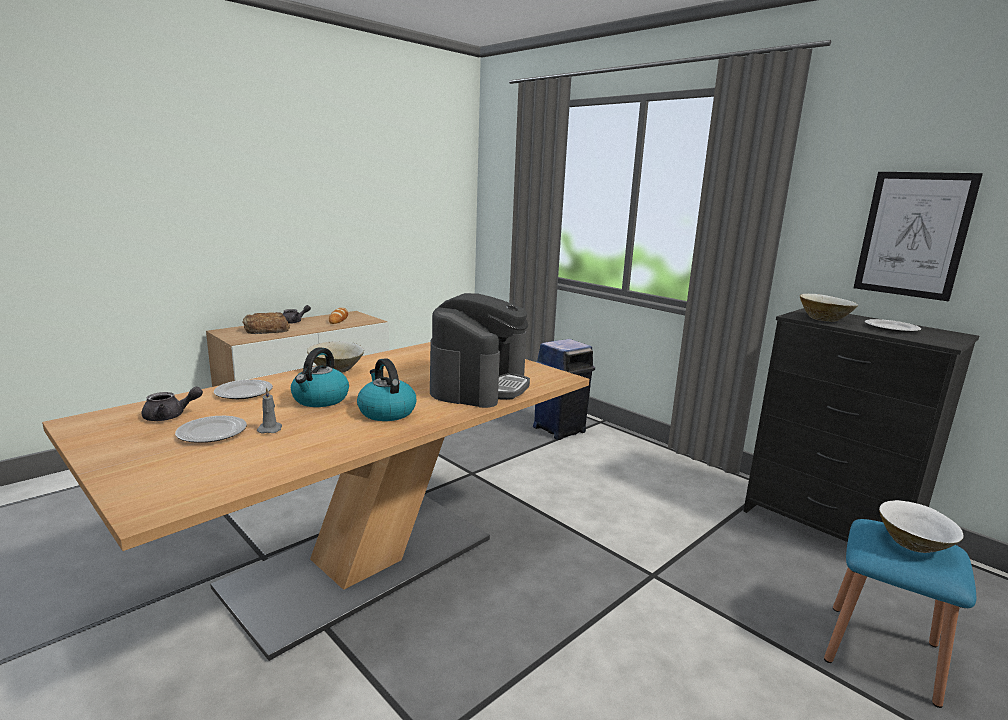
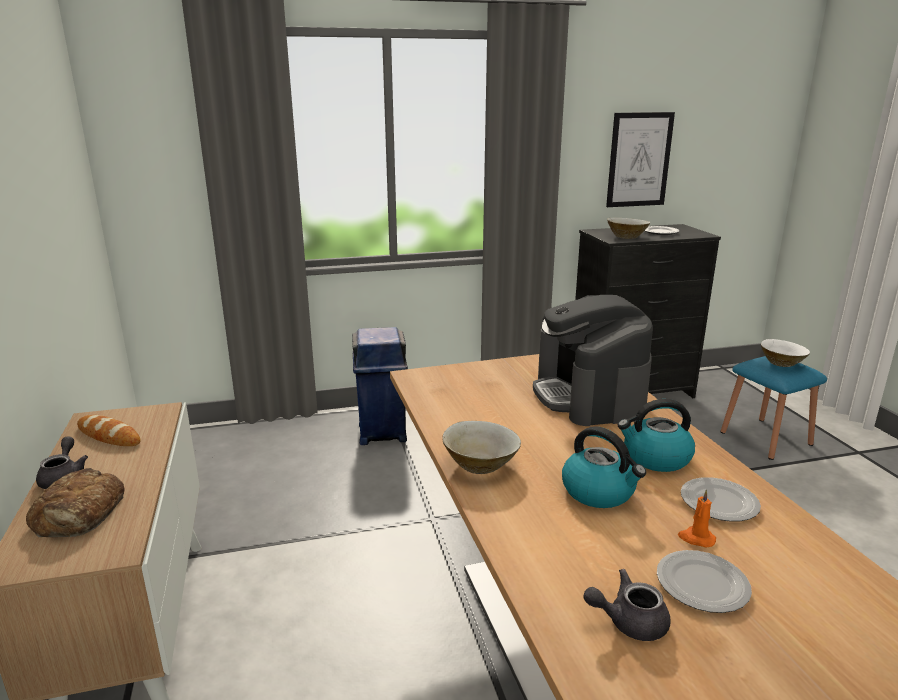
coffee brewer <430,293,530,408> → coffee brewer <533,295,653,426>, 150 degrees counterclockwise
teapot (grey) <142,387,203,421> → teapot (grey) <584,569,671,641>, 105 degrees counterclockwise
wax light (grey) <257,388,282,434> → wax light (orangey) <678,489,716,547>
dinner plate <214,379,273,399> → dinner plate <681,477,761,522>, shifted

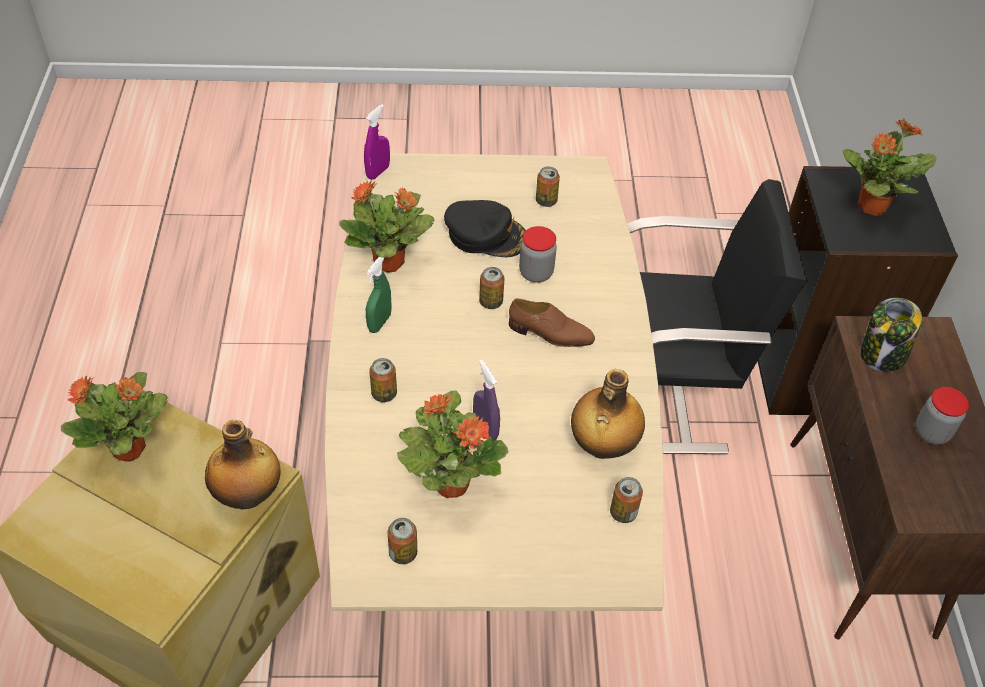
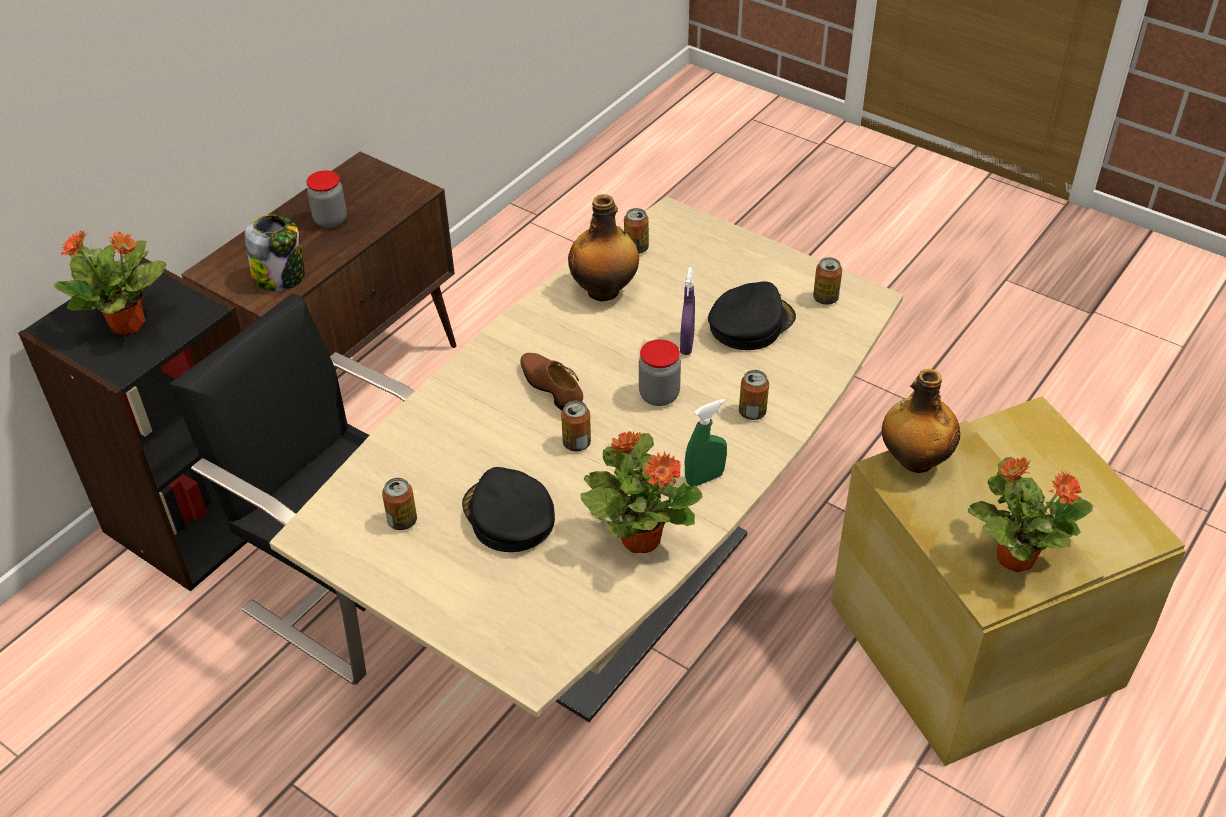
preserve jar <519,226,557,283> → preserve jar <639,339,681,406>, shifted
potted plant <397,391,508,498> → peaked cap (blackish) <708,281,796,350>
hand sprayer (purplish) <364,104,390,180> → -

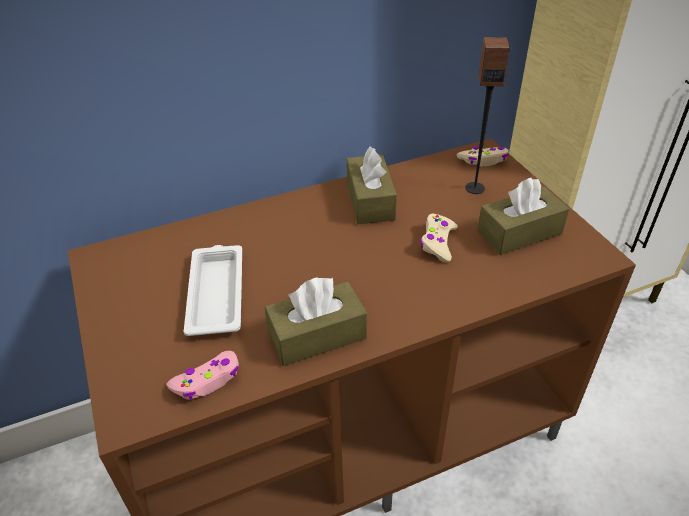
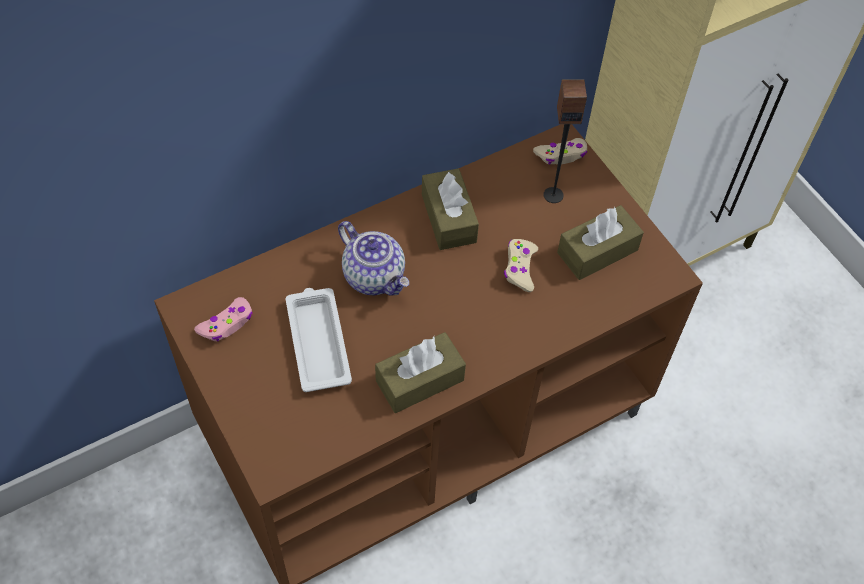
joypad (pink) <166,351,239,400> → joypad (pink) <194,297,253,342>, shifted
- → teapot <338,221,409,296>

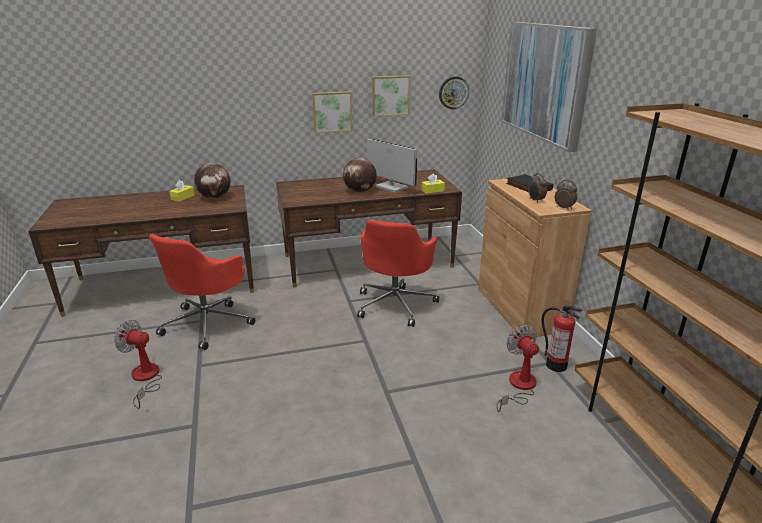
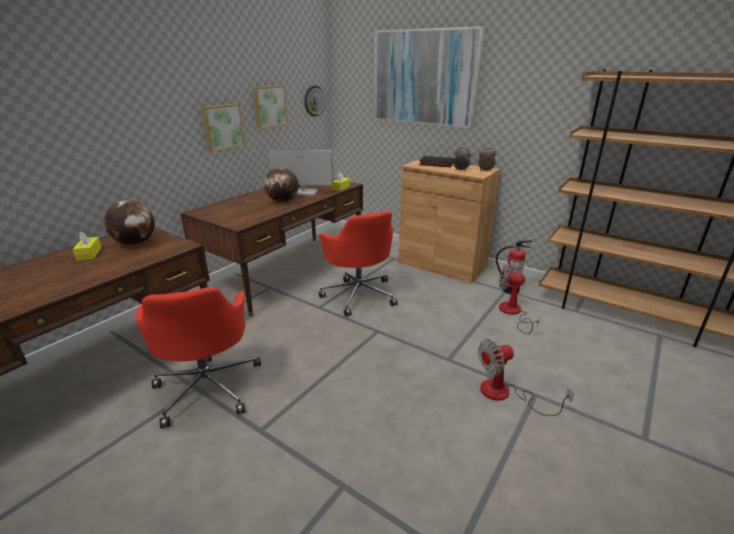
electric fan <114,320,162,409> → electric fan <478,339,574,416>, shifted

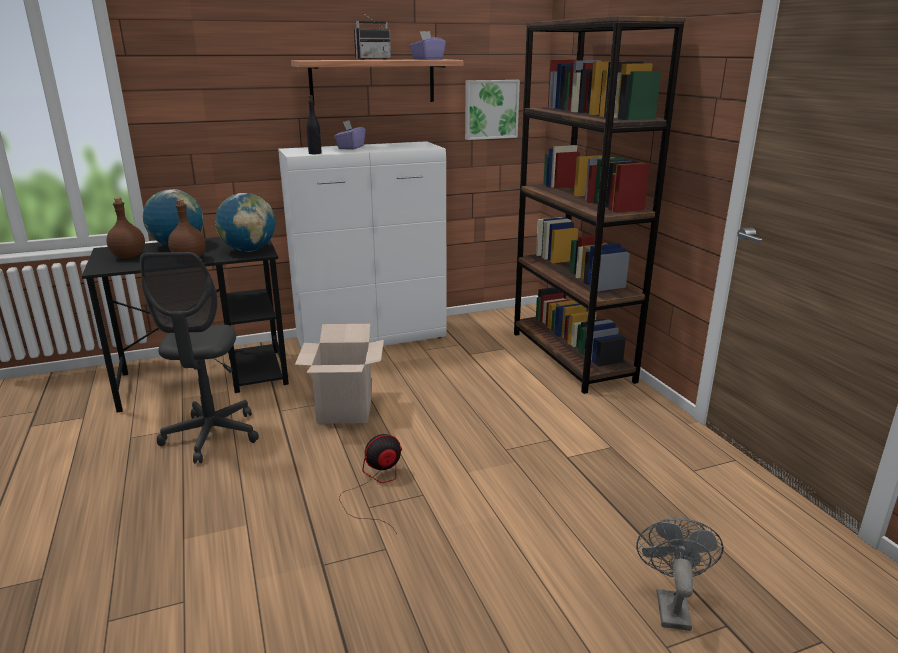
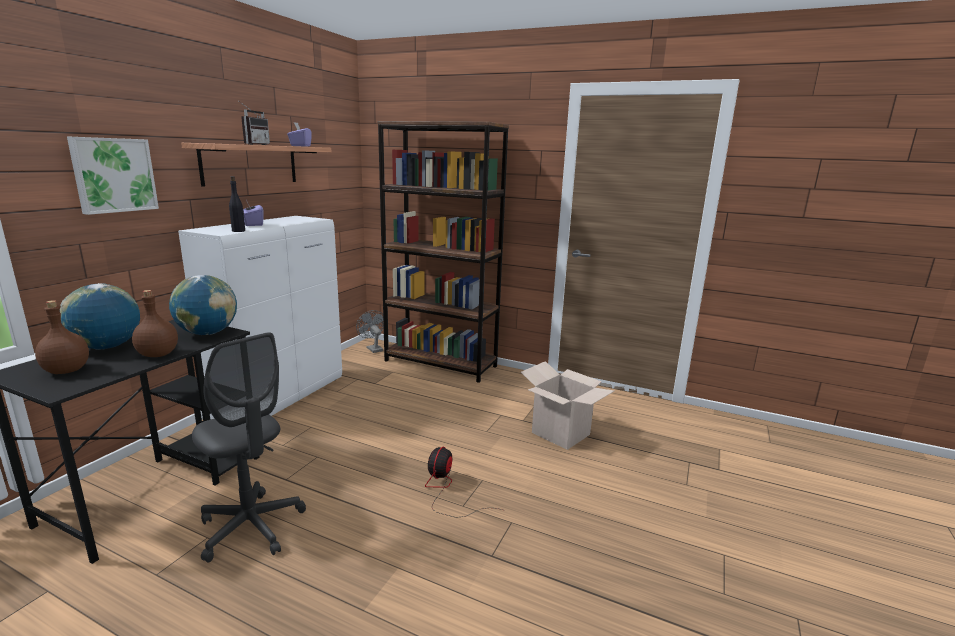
picture <465,80,520,140> → picture <67,137,159,215>, shifted
electric fan (grey) <636,517,724,631> → electric fan (grey) <356,310,384,353>, shifted
carton <295,324,384,424> → carton <521,361,614,450>, shifted

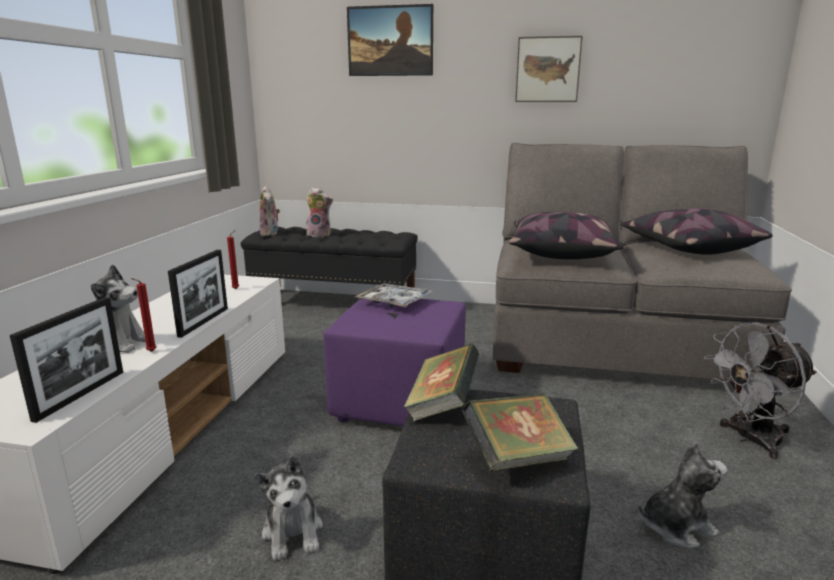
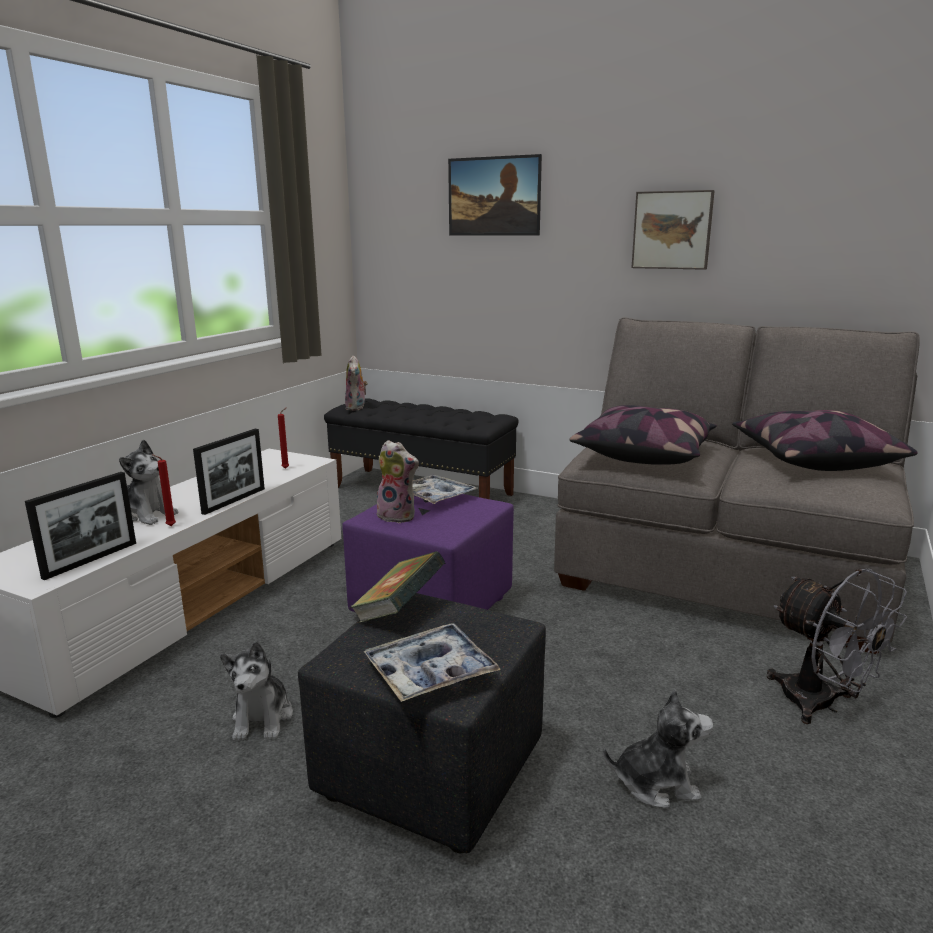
bound book <462,393,578,472> → carrying tray <363,623,501,702>
soft toy <306,187,333,237> → soft toy <377,440,419,523>, shifted
electric fan (grey) <704,322,817,459> → electric fan (grey) <767,569,907,724>, 120 degrees counterclockwise

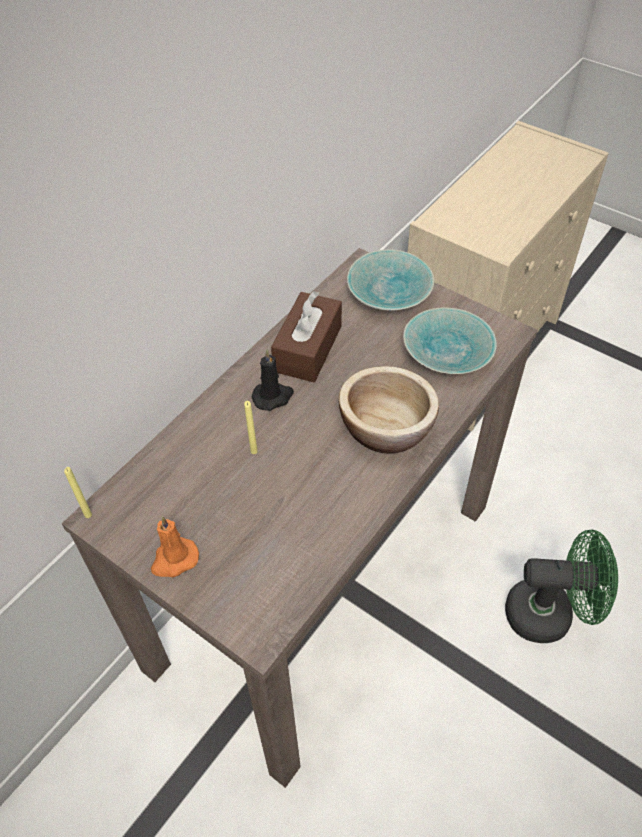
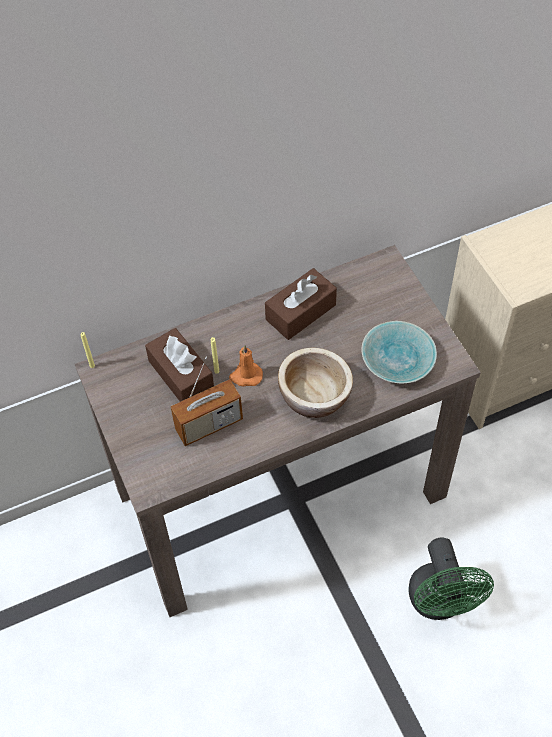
- → box of tissues (brown) <145,328,214,402>
- → radio set <170,357,243,446>
wax light (orangey) <151,516,199,577> → wax light (orangey) <229,345,263,387>, shifted
electric fan (green) <505,529,618,643> → electric fan (green) <409,537,494,620>, 45 degrees clockwise
wax light (blackish) <252,350,294,411> → -
deep dish (blue-green) <347,249,434,311> → -

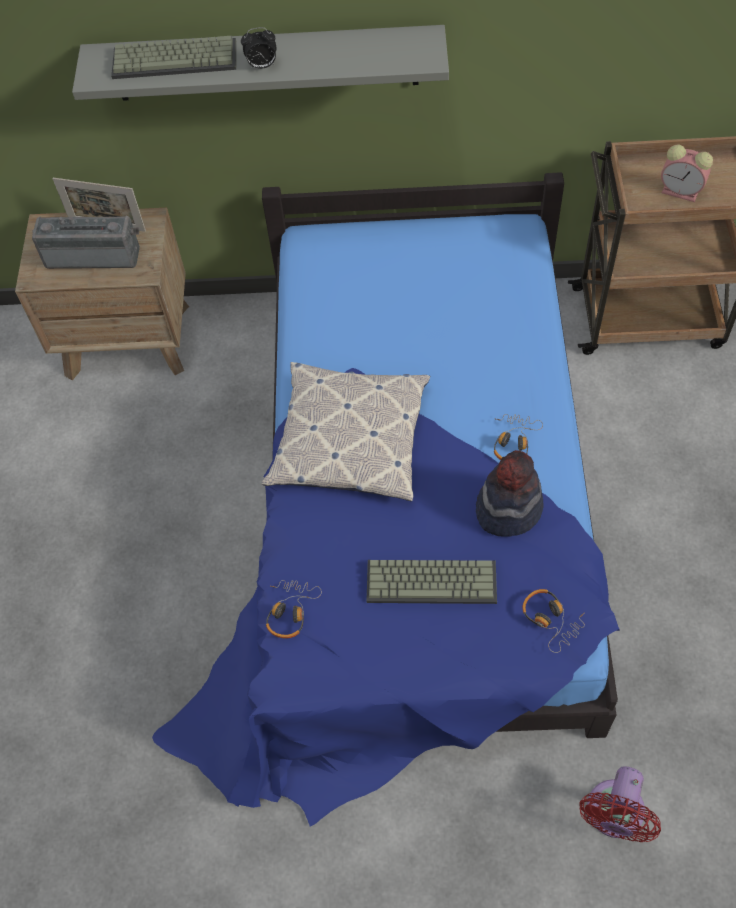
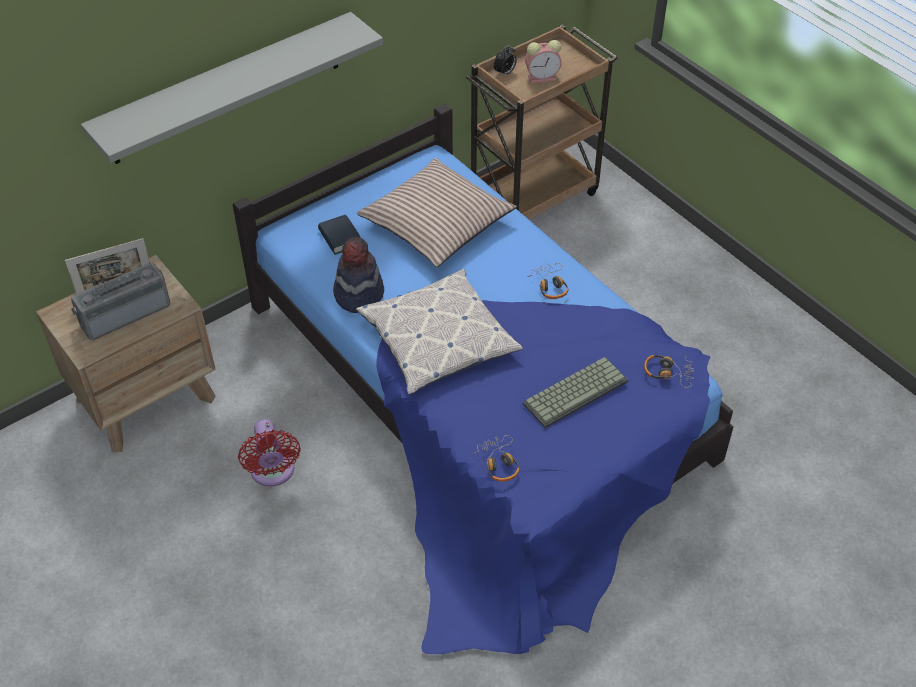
electric fan (reddish) <579,766,661,842> → electric fan (reddish) <238,419,301,487>, shifted
- → bound book <318,215,361,255>
wearable hat <476,450,544,537> → wearable hat <333,237,384,313>, shifted
- → pillow <357,158,517,267>
table clock <241,27,276,69> → table clock <494,45,517,77>, shifted
computer keyboard <111,36,236,79> → -

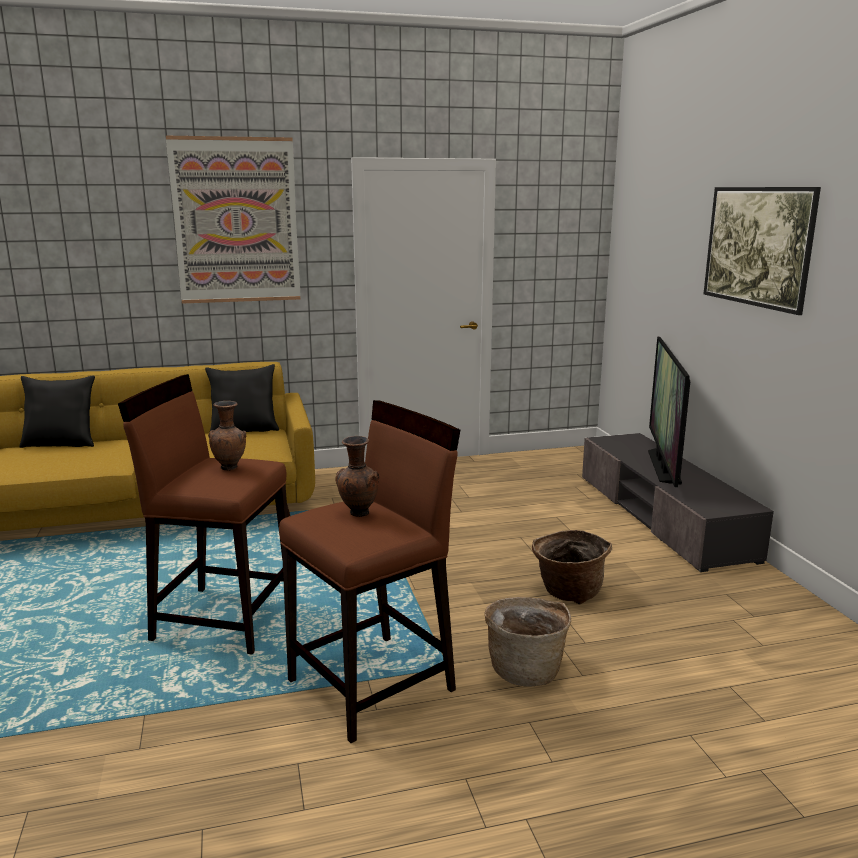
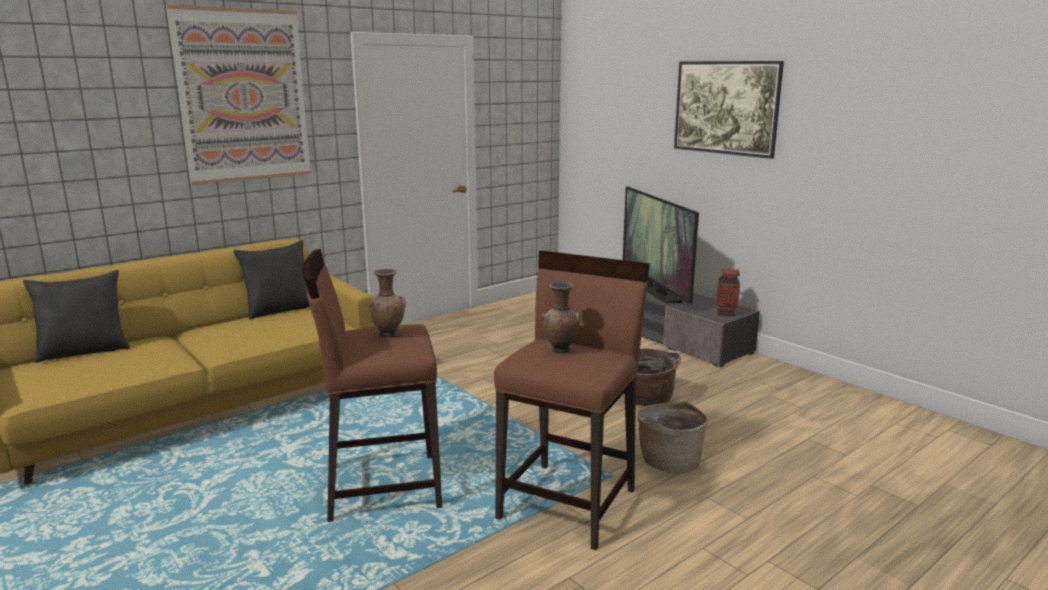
- → flower vase <716,269,740,316>

